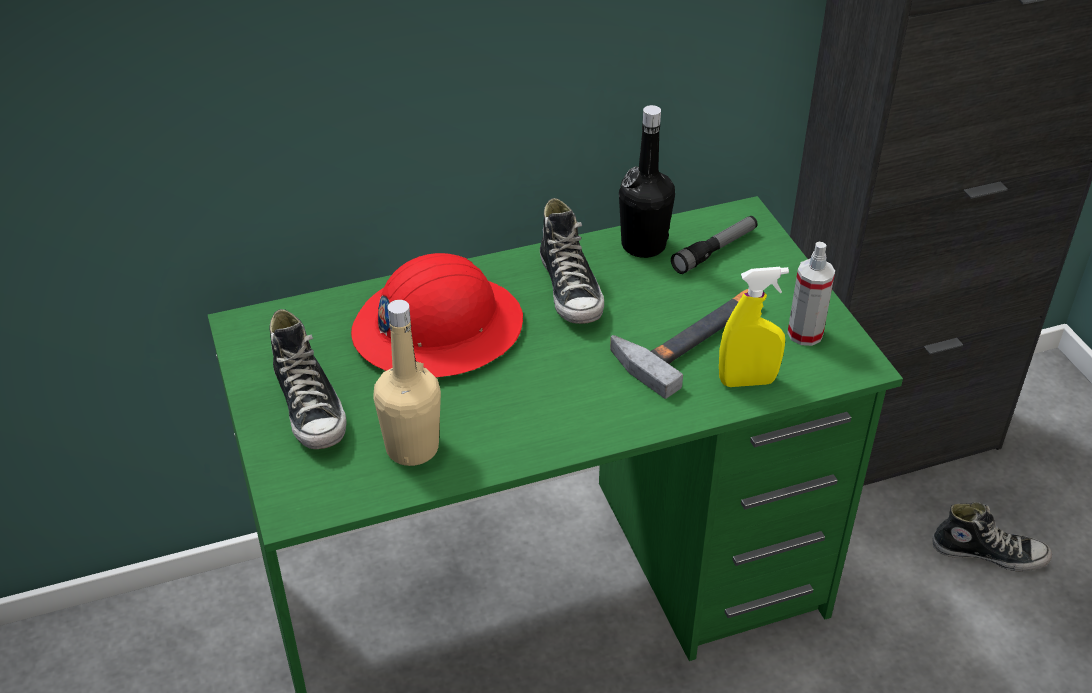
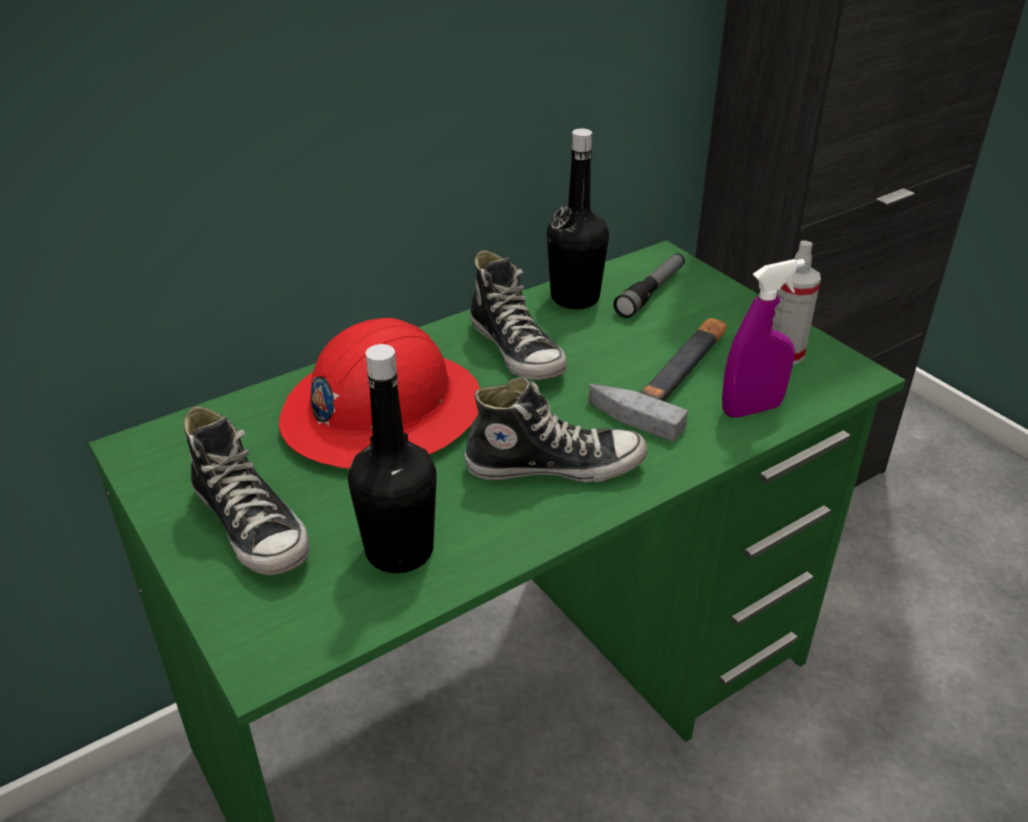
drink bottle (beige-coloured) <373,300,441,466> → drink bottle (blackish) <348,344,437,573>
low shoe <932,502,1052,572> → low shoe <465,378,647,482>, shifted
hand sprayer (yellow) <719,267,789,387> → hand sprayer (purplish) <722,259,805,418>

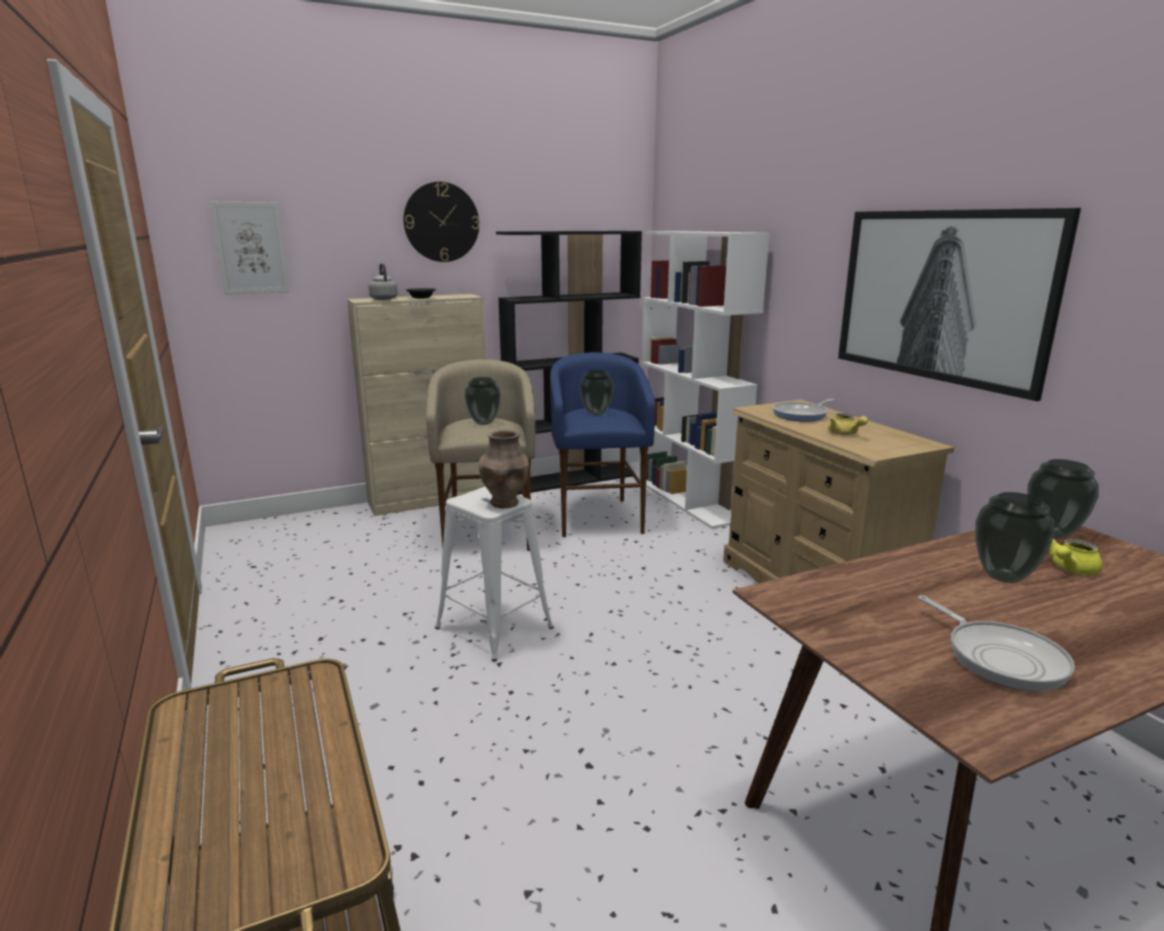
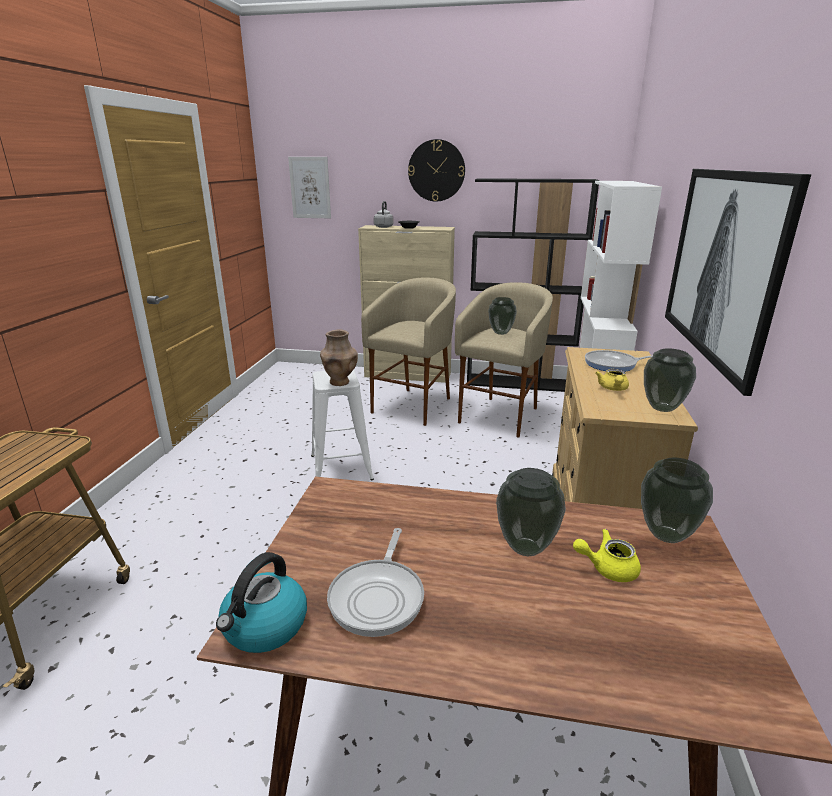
- → water kettle <216,552,307,653>
stool seat (blue-coloured) <550,352,655,537> → stool seat (beige-coloured) <455,282,553,437>
flower vase <464,377,501,425> → flower vase <644,348,696,412>, shifted

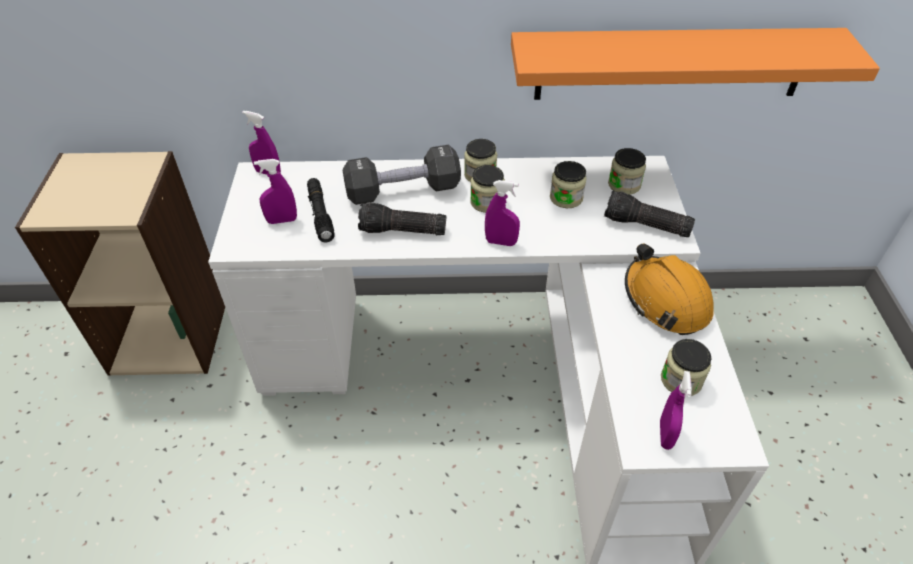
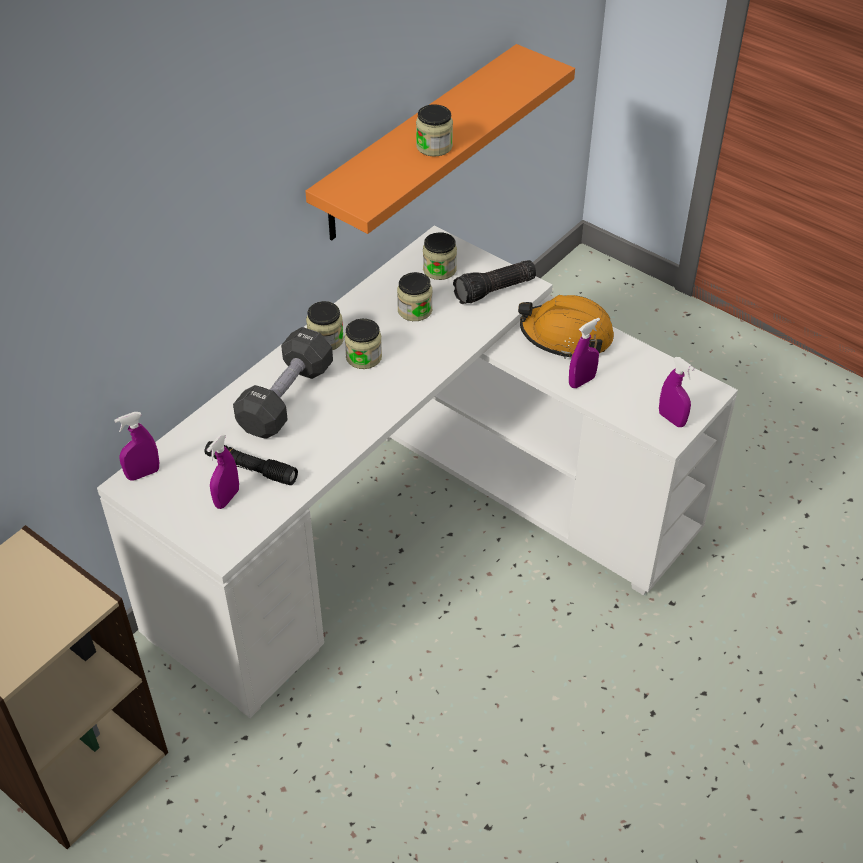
preserve jar <661,339,711,396> → preserve jar <416,104,453,156>, shifted
hand sprayer (purplish) <485,180,520,246> → hand sprayer (purplish) <569,318,600,388>, shifted
hand torch <358,202,446,235> → -

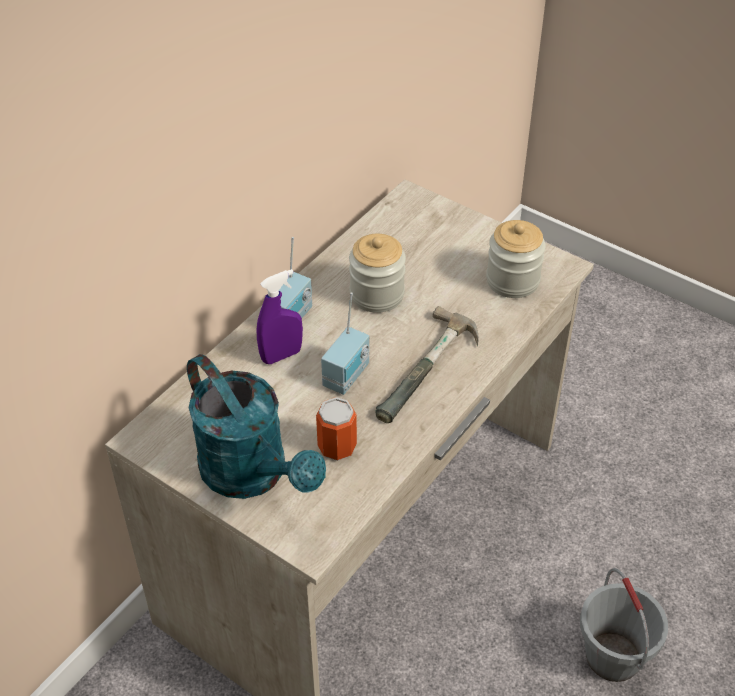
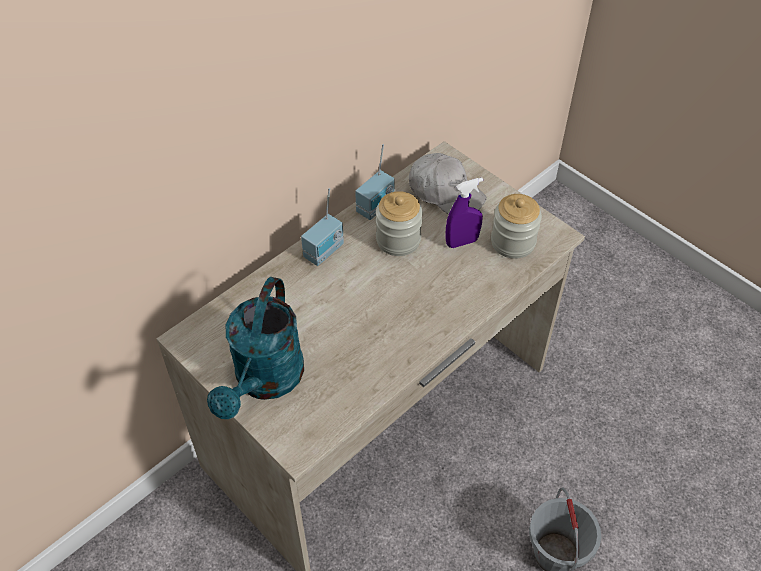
watering pot (blue-green) <187,354,326,499> → watering pot (blue-green) <207,277,304,419>, 45 degrees clockwise
radio set <321,292,369,395> → radio set <355,144,395,220>, shifted
- → peaked cap (whitish) <409,153,487,215>
hand sprayer (purplish) <256,269,303,364> → hand sprayer (purplish) <445,178,483,248>, shifted
metal can <316,397,357,461> → -
hand hammer <376,306,479,423> → -

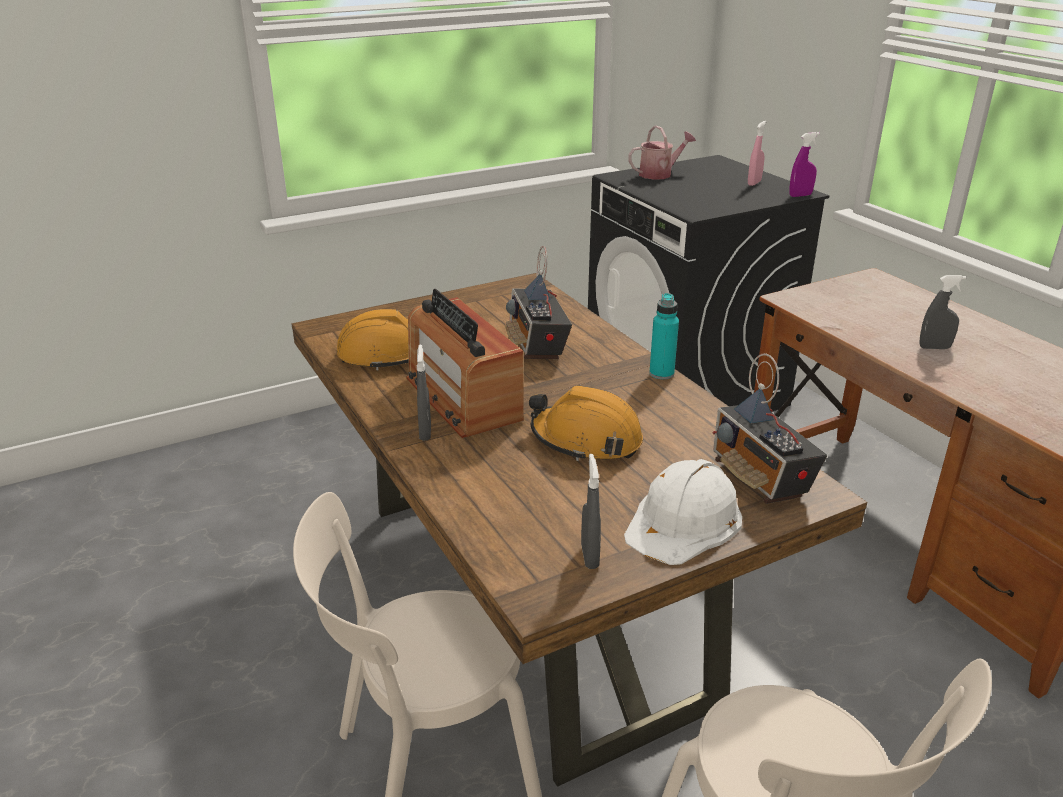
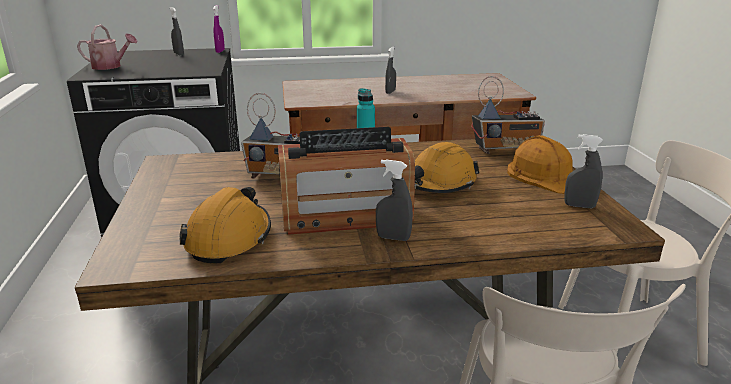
watering pot <628,126,696,180> → watering pot <77,25,137,70>, 105 degrees clockwise
hand sprayer (pink) <748,121,766,186> → hand sprayer (grey) <169,7,184,56>
safety helmet (whitish) <624,459,742,565> → safety helmet (orangey) <507,135,573,194>

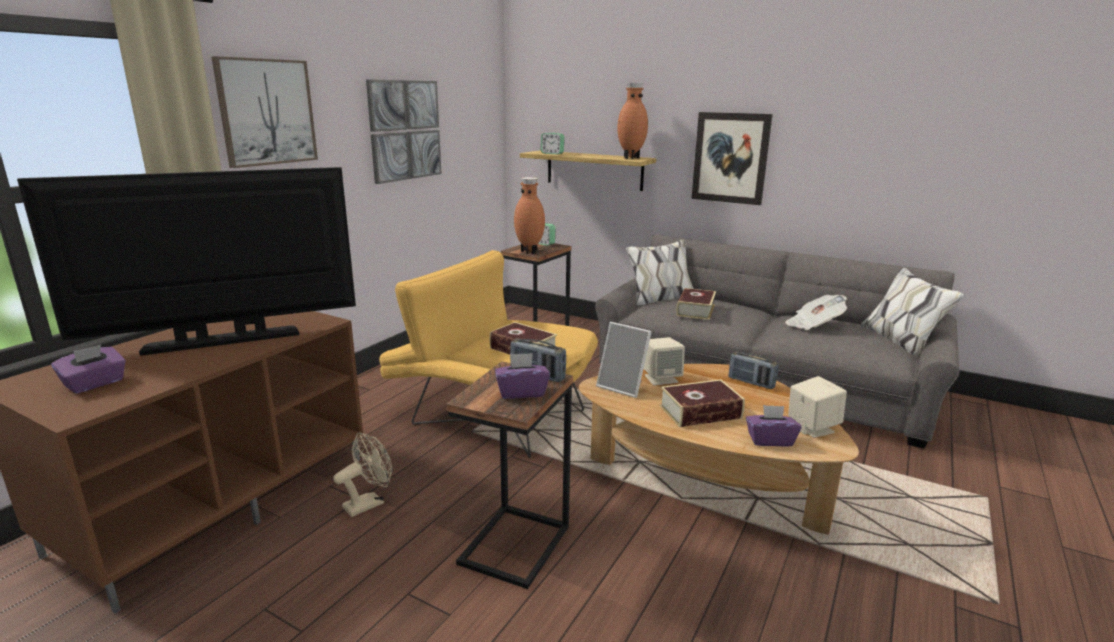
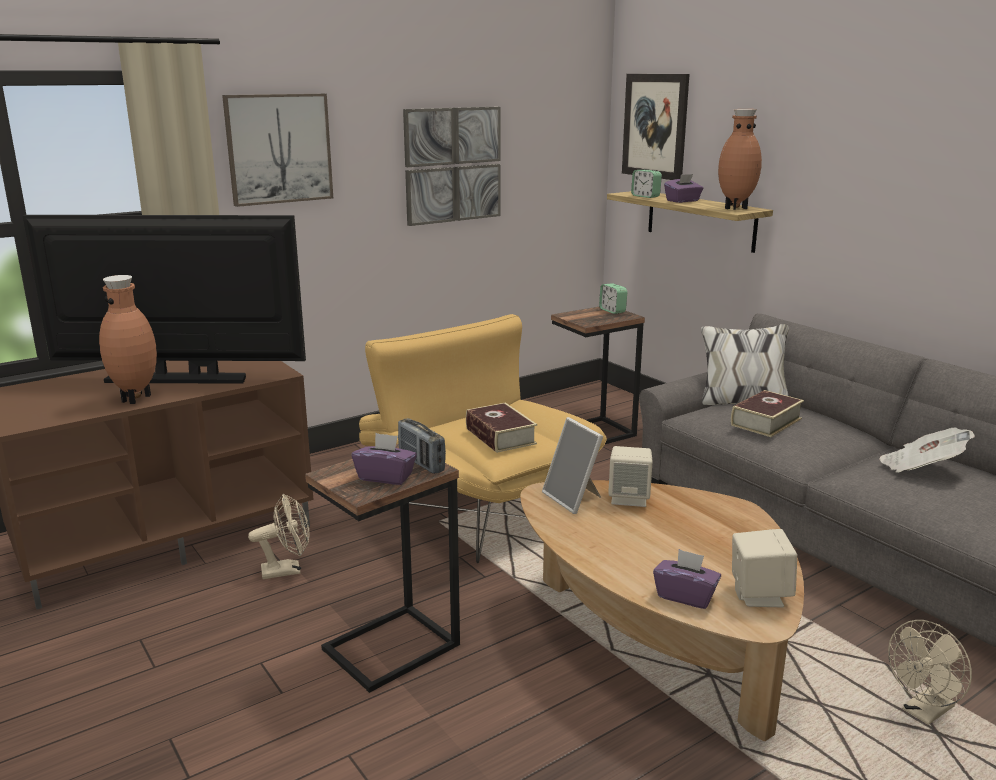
flower vase (brown) <514,177,545,254> → flower vase (brown) <99,275,157,404>, shifted
picture <691,112,773,205> → picture <622,74,690,180>, shifted
box of tissues (purplish) <51,344,126,394> → box of tissues (purplish) <664,174,703,203>, shifted
- → electric fan (beige-coloured) <888,620,972,725>
bound book <660,379,745,427> → -
radio set <729,352,779,389> → -

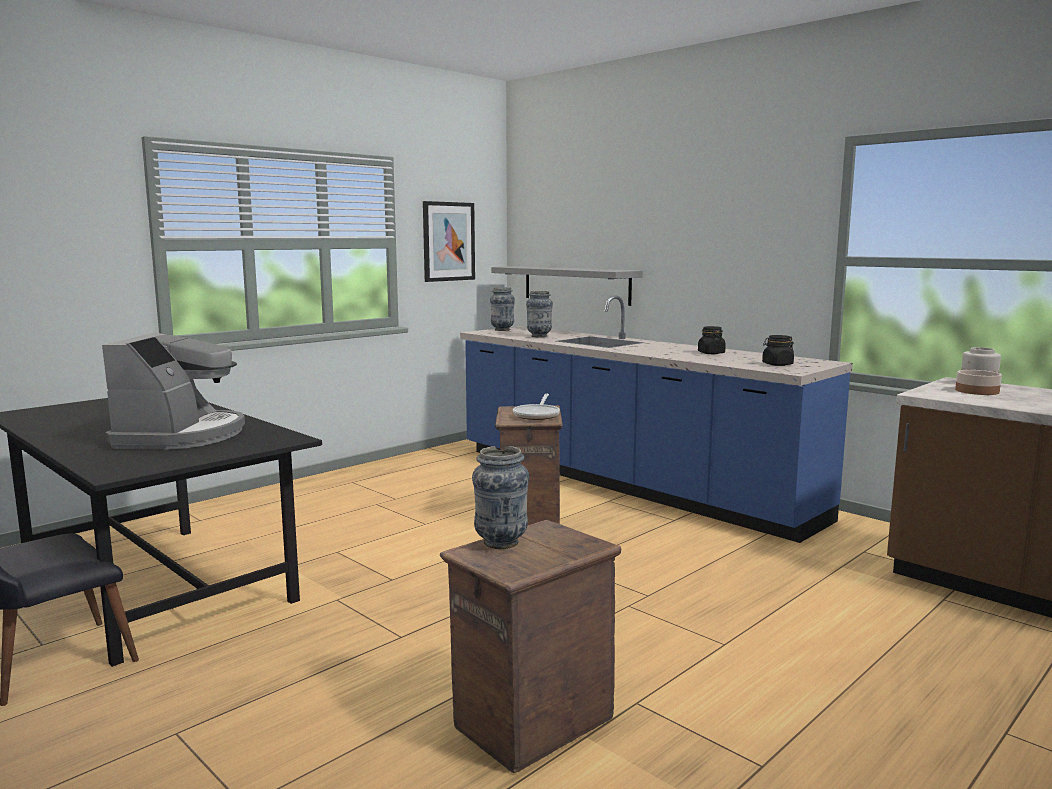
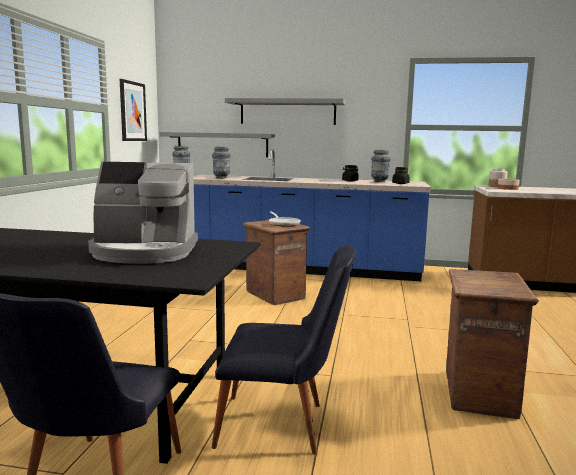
coffee brewer <102,332,245,450> → coffee brewer <88,162,198,264>, 120 degrees clockwise
- → plain chair (blackish) <212,244,356,455>
- → shelf (grey) <225,98,345,125>
flower vase <472,446,529,549> → flower vase <371,150,391,182>, shifted

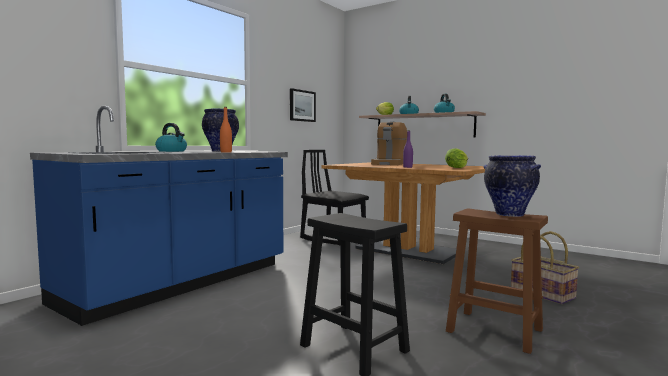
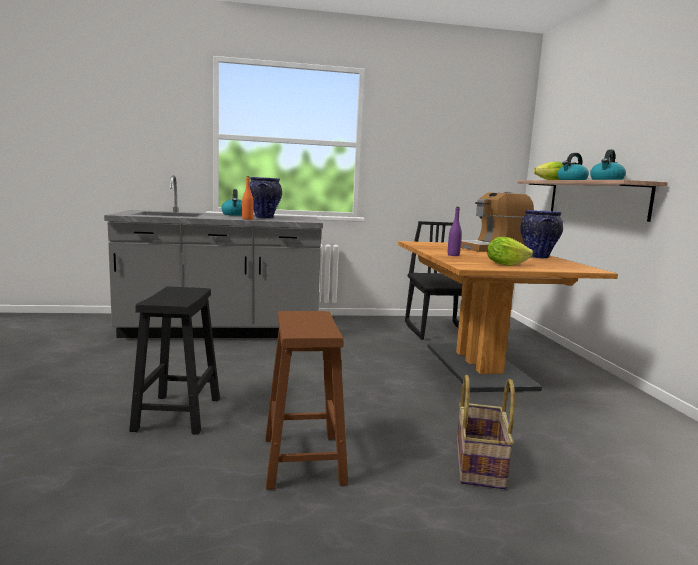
kitchen counter (blue-coloured) <30,106,288,326> → kitchen counter (grey) <104,175,323,338>
flower vase <483,155,541,217> → flower vase <520,210,563,259>, shifted
picture <290,88,316,122> → -

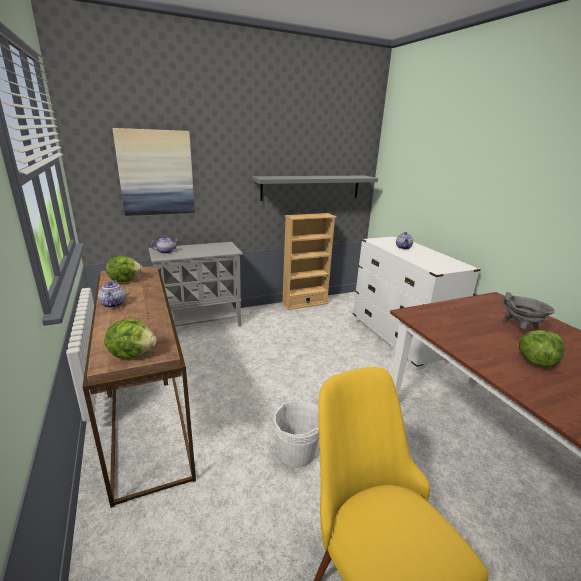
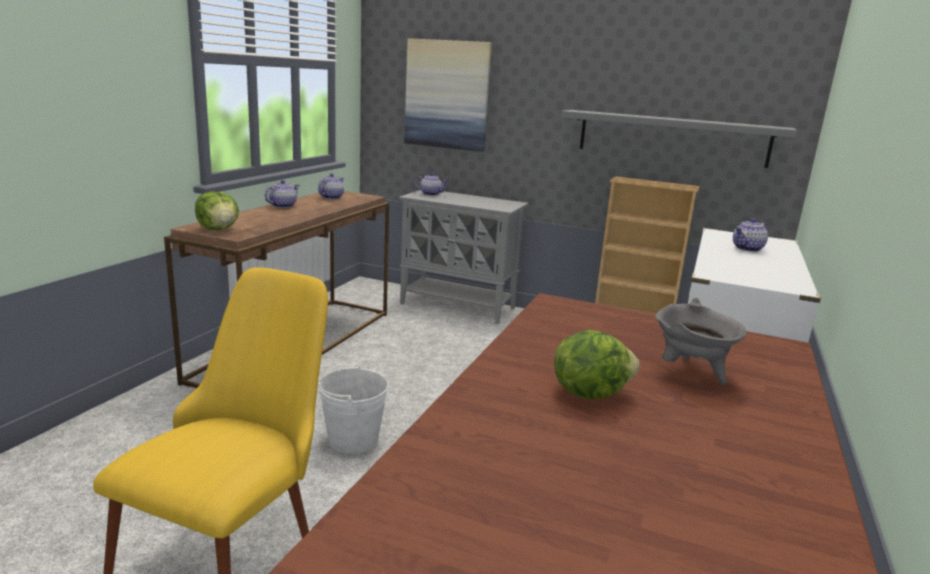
lettuce head <106,256,143,282> → teapot <318,174,344,199>

